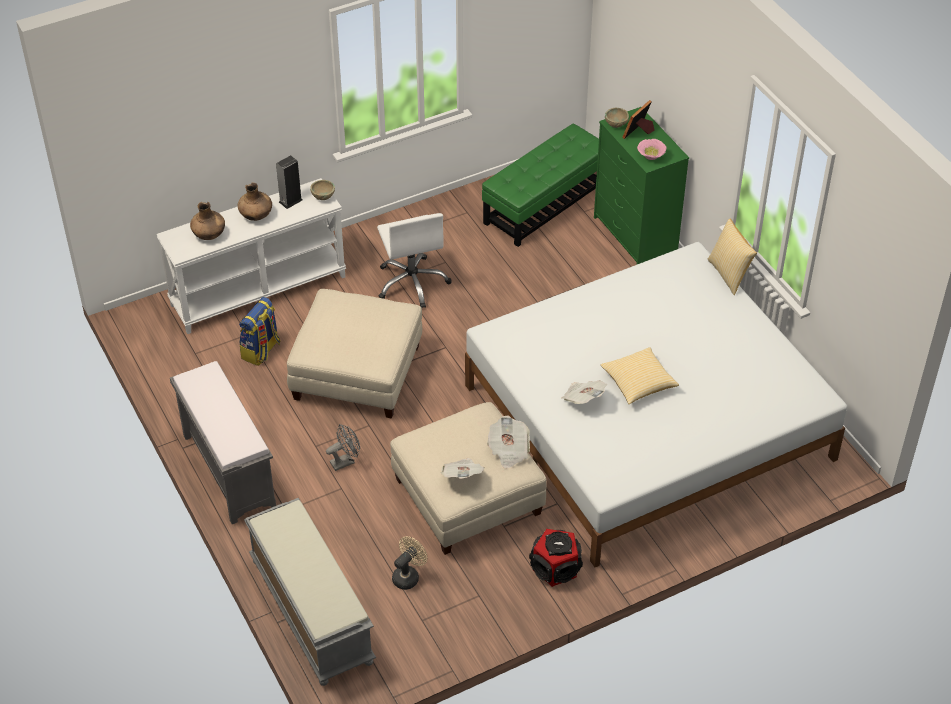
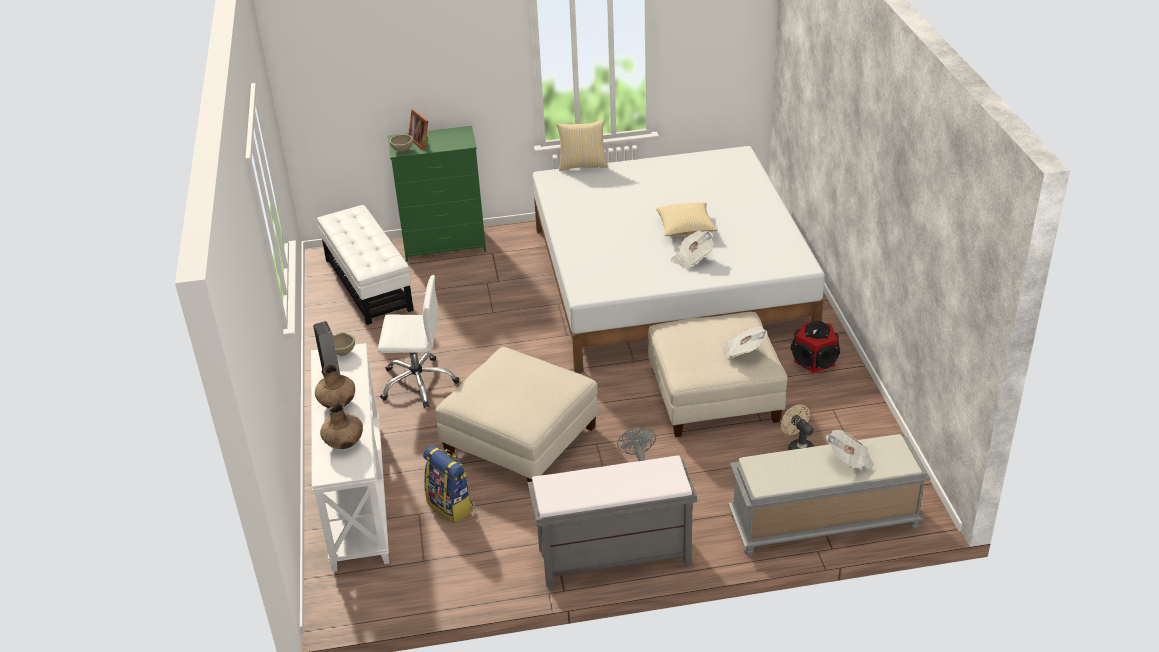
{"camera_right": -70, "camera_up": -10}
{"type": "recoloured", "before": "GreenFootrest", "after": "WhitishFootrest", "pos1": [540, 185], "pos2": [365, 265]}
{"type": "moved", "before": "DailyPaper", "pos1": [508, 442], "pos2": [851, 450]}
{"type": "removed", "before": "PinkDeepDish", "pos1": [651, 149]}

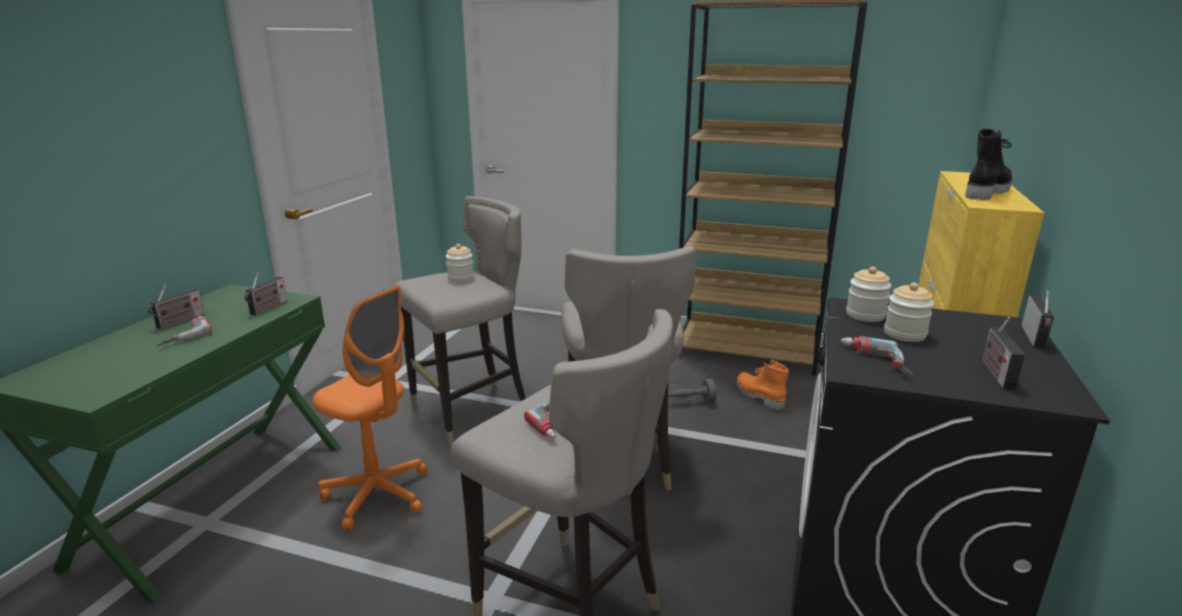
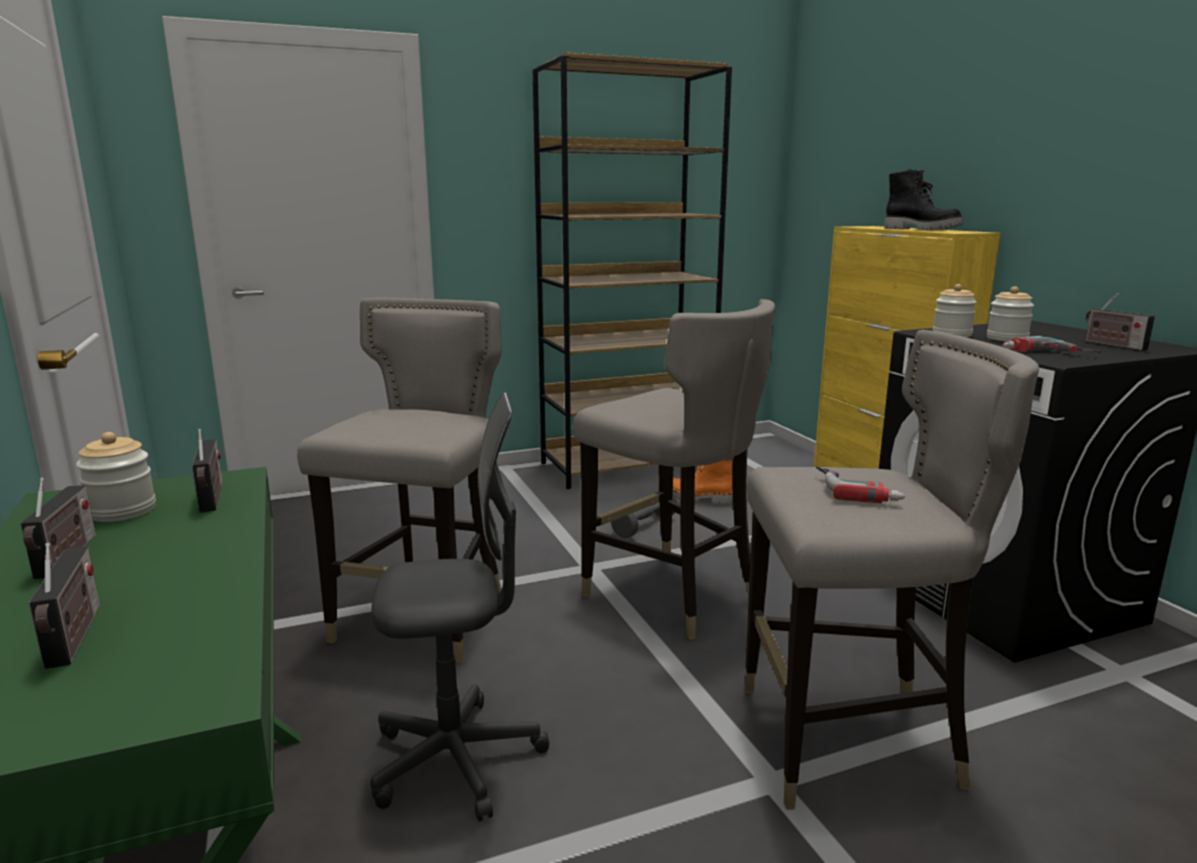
{"camera_right": -40, "camera_up": -5}
{"type": "moved", "before": "Radio", "pos1": [1038, 320], "pos2": [64, 606]}
{"type": "moved", "before": "Jar", "pos1": [460, 263], "pos2": [116, 477]}
{"type": "recoloured", "before": "OrangeColouredDeskChair", "after": "GreyishDeskChair", "pos1": [370, 408], "pos2": [460, 607]}
{"type": "turned", "before": "BlackBoot", "pos1": [988, 164], "pos2": [923, 199], "turn": 135}
{"type": "removed", "before": "ElectricDrill", "pos1": [184, 331]}

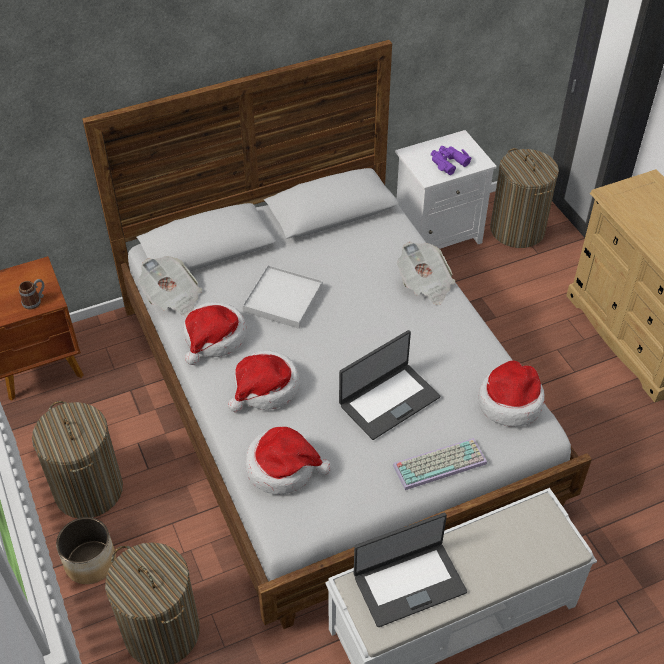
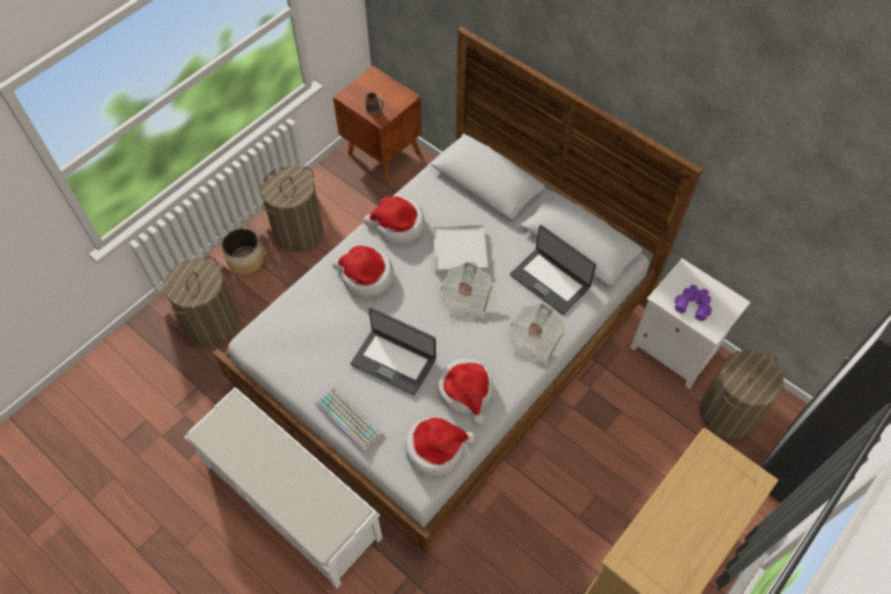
{"camera_right": 65, "camera_up": 10}
{"type": "moved", "before": "ClothingHat", "pos1": [288, 461], "pos2": [465, 392]}
{"type": "moved", "before": "DailyPaper", "pos1": [170, 286], "pos2": [467, 292]}
{"type": "moved", "before": "Laptop", "pos1": [410, 570], "pos2": [553, 270]}

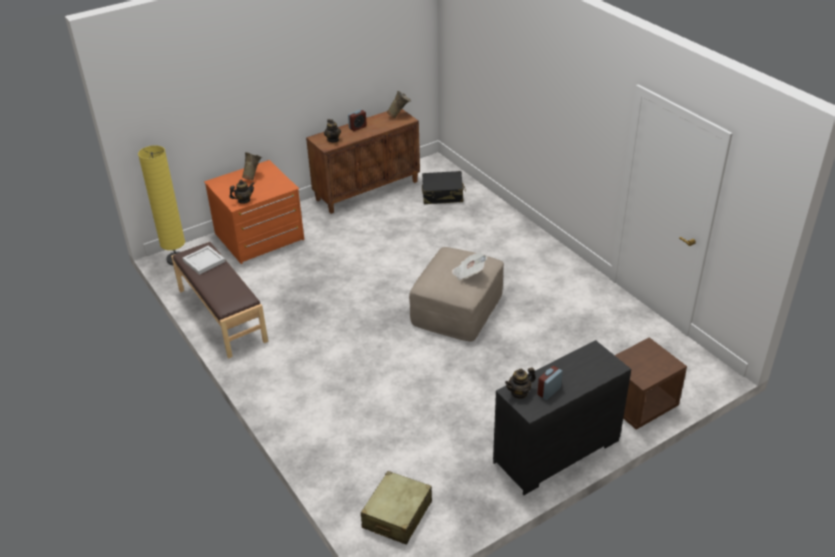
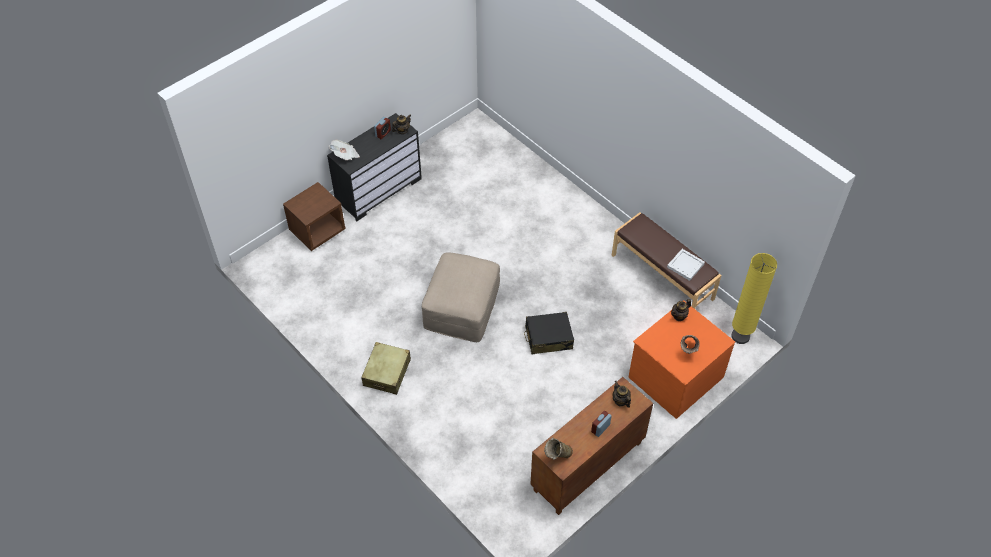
{"camera_right": 170, "camera_up": 15}
{"type": "moved", "before": "DailyPaper", "pos1": [469, 266], "pos2": [344, 150]}
{"type": "moved", "before": "SandColouredTravelCase", "pos1": [396, 508], "pos2": [386, 368]}
{"type": "moved", "before": "BlackTravelCase", "pos1": [444, 187], "pos2": [549, 333]}

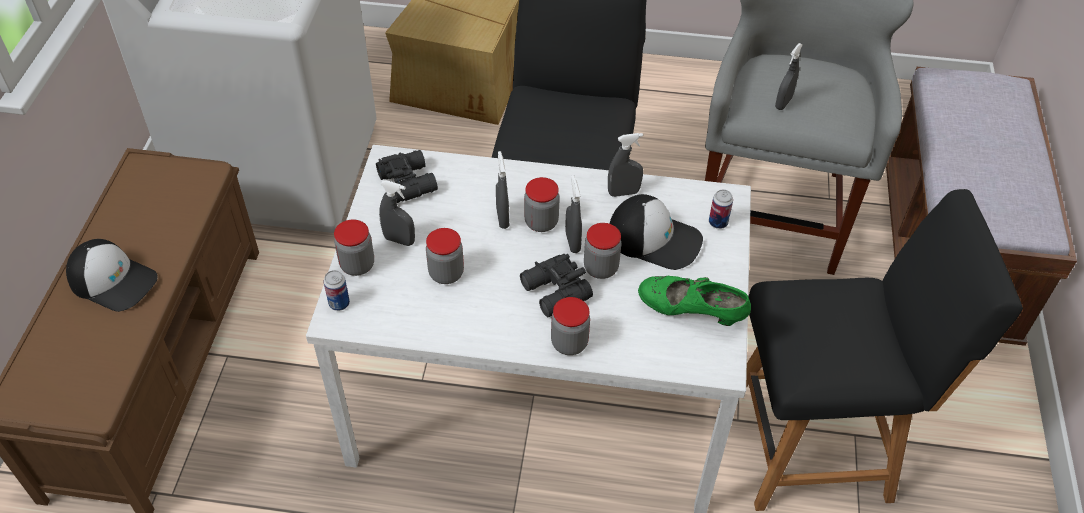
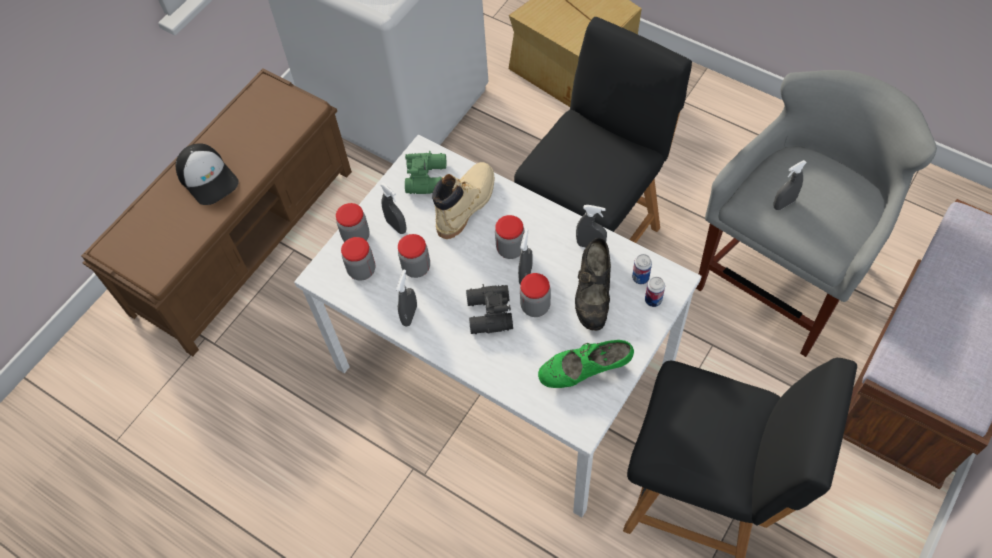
{"camera_right": 30, "camera_up": 10}
{"type": "moved", "before": "Jar", "pos1": [570, 326], "pos2": [358, 259]}
{"type": "moved", "before": "GreyishSprayBottle", "pos1": [502, 190], "pos2": [406, 298]}
{"type": "recoloured", "before": "BlackPairOfBinoculars", "after": "GreenPairOfBinoculars", "pos1": [407, 176], "pos2": [425, 172]}
{"type": "added", "after": "SandColouredBoot", "pos2": [463, 200]}
{"type": "turned", "before": "GreenShoe", "pos1": [694, 301], "pos2": [586, 364], "turn": -60}
{"type": "replaced", "before": "BaseballCap", "after": "BlackShoe", "pos1": [656, 232], "pos2": [593, 284]}
{"type": "moved", "before": "MetalCan", "pos1": [337, 290], "pos2": [642, 269]}

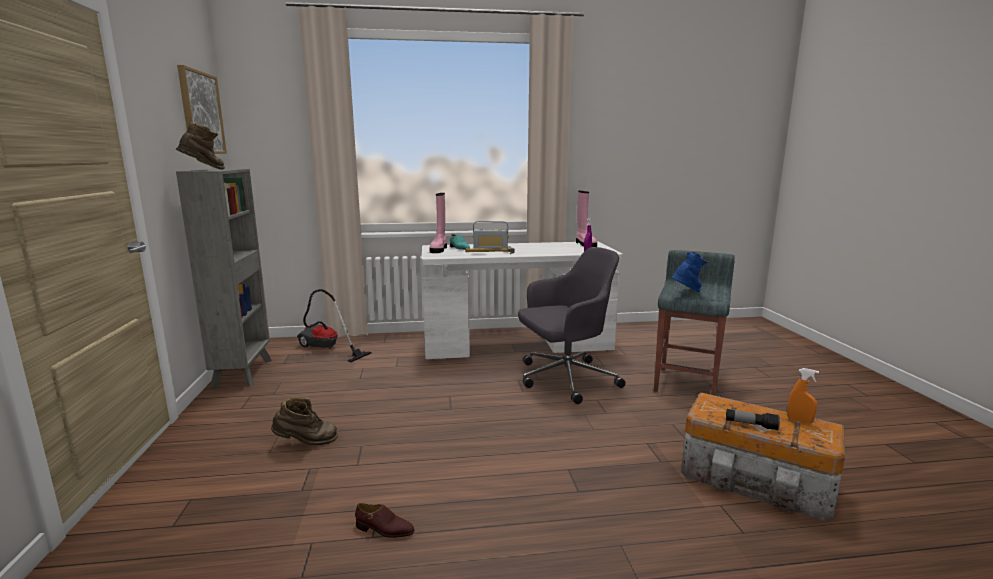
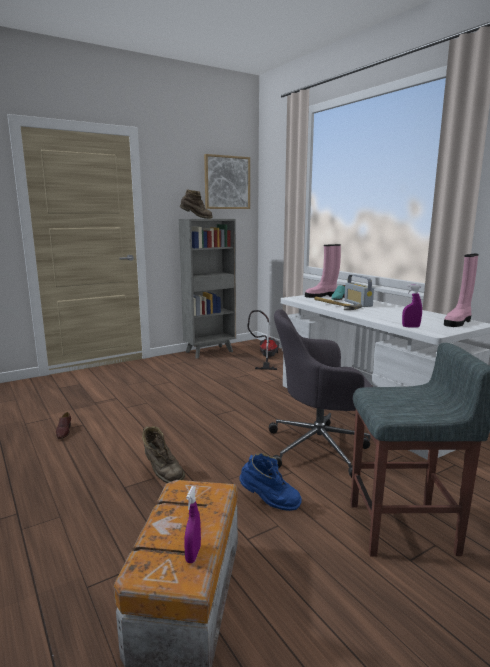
{"camera_right": 65, "camera_up": 0}
{"type": "moved", "before": "BrownBoot", "pos1": [304, 421], "pos2": [163, 454]}
{"type": "recoloured", "before": "OrangeColouredSprayBottle", "after": "PurpleSprayBottle", "pos1": [803, 396], "pos2": [192, 524]}
{"type": "moved", "before": "BlueBoot", "pos1": [690, 272], "pos2": [270, 482]}
{"type": "turned", "before": "GreyishDeskChair", "pos1": [572, 325], "pos2": [321, 393], "turn": 135}
{"type": "removed", "before": "Flashlight", "pos1": [753, 420]}

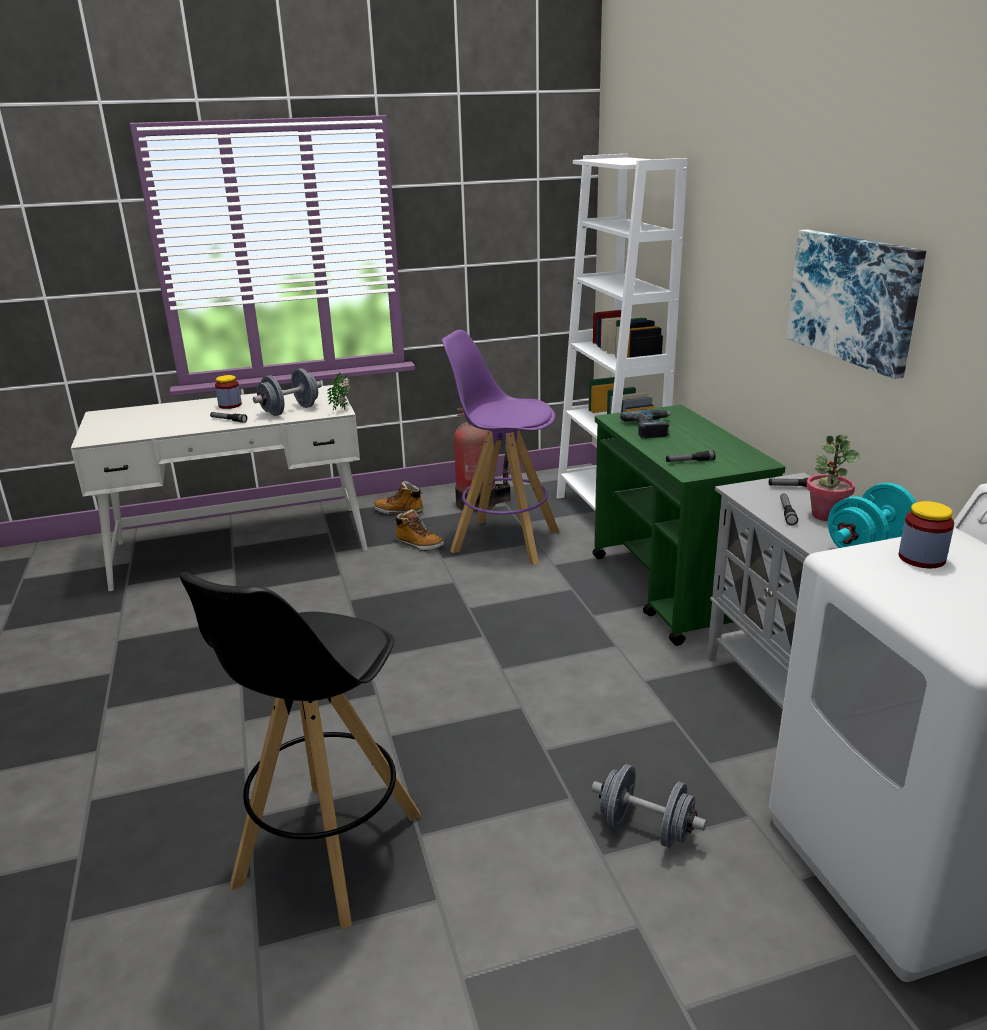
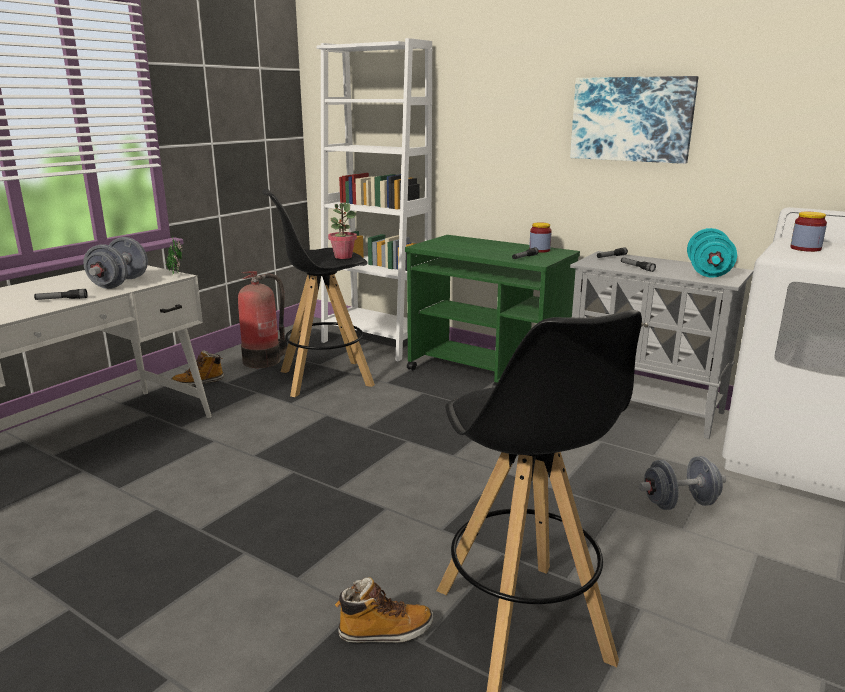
{"camera_right": -40, "camera_up": -5}
{"type": "recoloured", "before": "PurpleSittingStool", "after": "BlackSittingStool", "pos1": [500, 447], "pos2": [318, 293]}
{"type": "moved", "before": "PottedPlant", "pos1": [833, 478], "pos2": [342, 230]}
{"type": "moved", "before": "Boot", "pos1": [419, 530], "pos2": [384, 610]}
{"type": "moved", "before": "Jar", "pos1": [228, 392], "pos2": [540, 238]}
{"type": "removed", "before": "ElectricDrill", "pos1": [646, 423]}

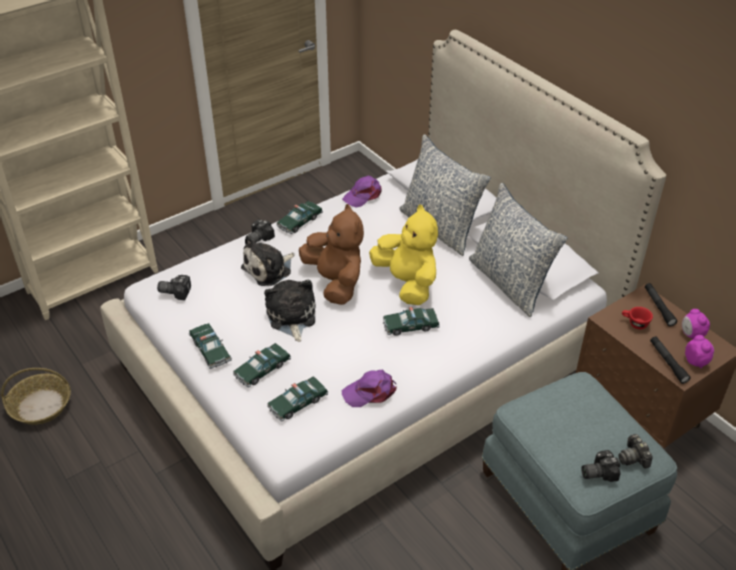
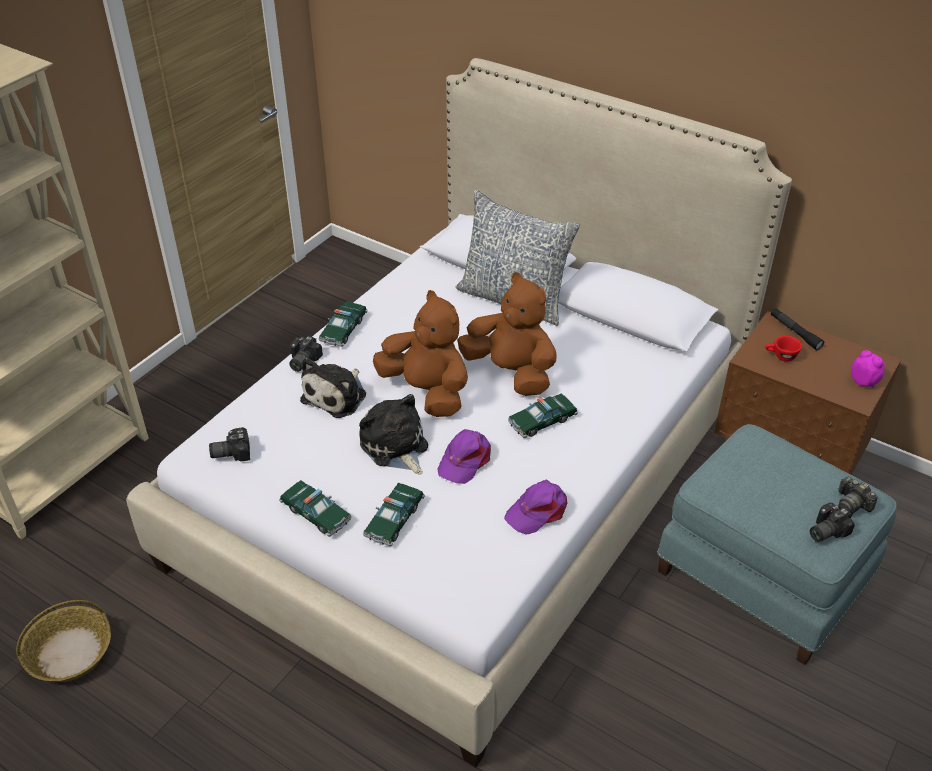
{"camera_right": -20, "camera_up": 0}
{"type": "moved", "before": "PurpleBaseballCap", "pos1": [362, 191], "pos2": [464, 456]}
{"type": "recoloured", "before": "YellowColouredCuddlyToy", "after": "BrownCuddlyToy", "pos1": [403, 255], "pos2": [507, 334]}
{"type": "removed", "before": "MiniatureCar", "pos1": [297, 399]}
{"type": "removed", "before": "Pillow", "pos1": [518, 250]}
{"type": "removed", "before": "BlackFlashlight", "pos1": [670, 360]}
{"type": "removed", "before": "BedsideClock", "pos1": [696, 324]}

